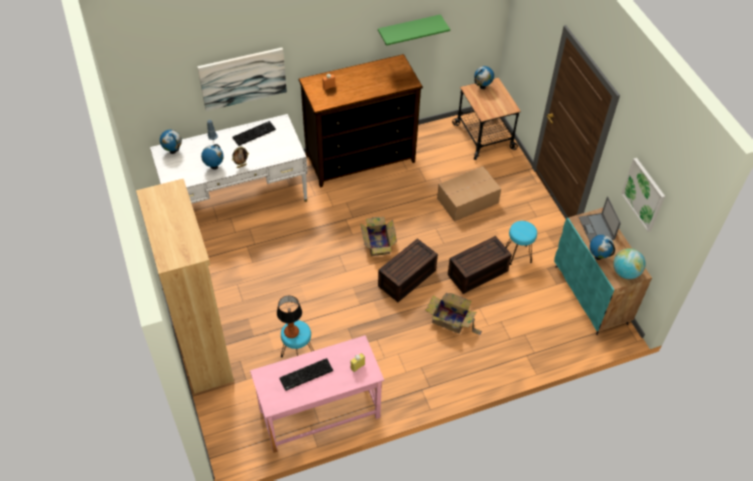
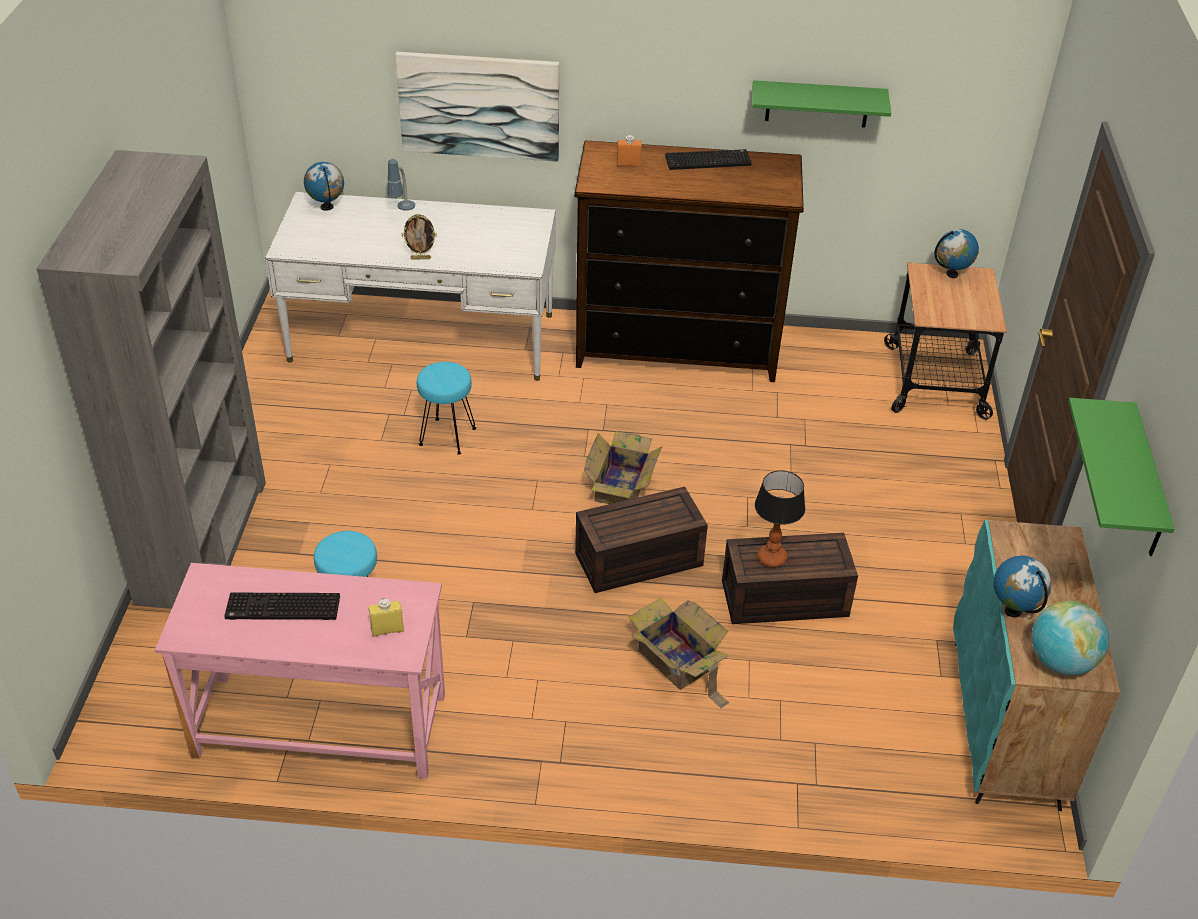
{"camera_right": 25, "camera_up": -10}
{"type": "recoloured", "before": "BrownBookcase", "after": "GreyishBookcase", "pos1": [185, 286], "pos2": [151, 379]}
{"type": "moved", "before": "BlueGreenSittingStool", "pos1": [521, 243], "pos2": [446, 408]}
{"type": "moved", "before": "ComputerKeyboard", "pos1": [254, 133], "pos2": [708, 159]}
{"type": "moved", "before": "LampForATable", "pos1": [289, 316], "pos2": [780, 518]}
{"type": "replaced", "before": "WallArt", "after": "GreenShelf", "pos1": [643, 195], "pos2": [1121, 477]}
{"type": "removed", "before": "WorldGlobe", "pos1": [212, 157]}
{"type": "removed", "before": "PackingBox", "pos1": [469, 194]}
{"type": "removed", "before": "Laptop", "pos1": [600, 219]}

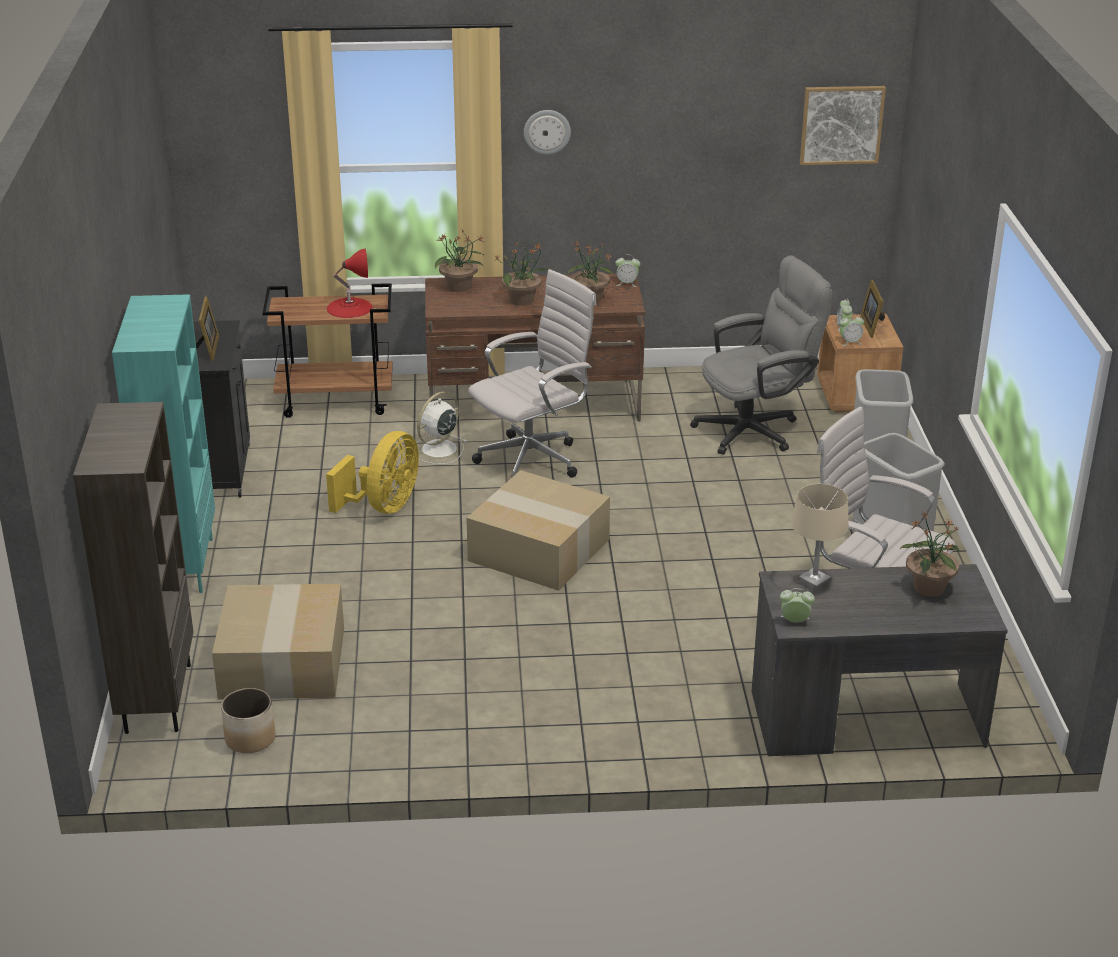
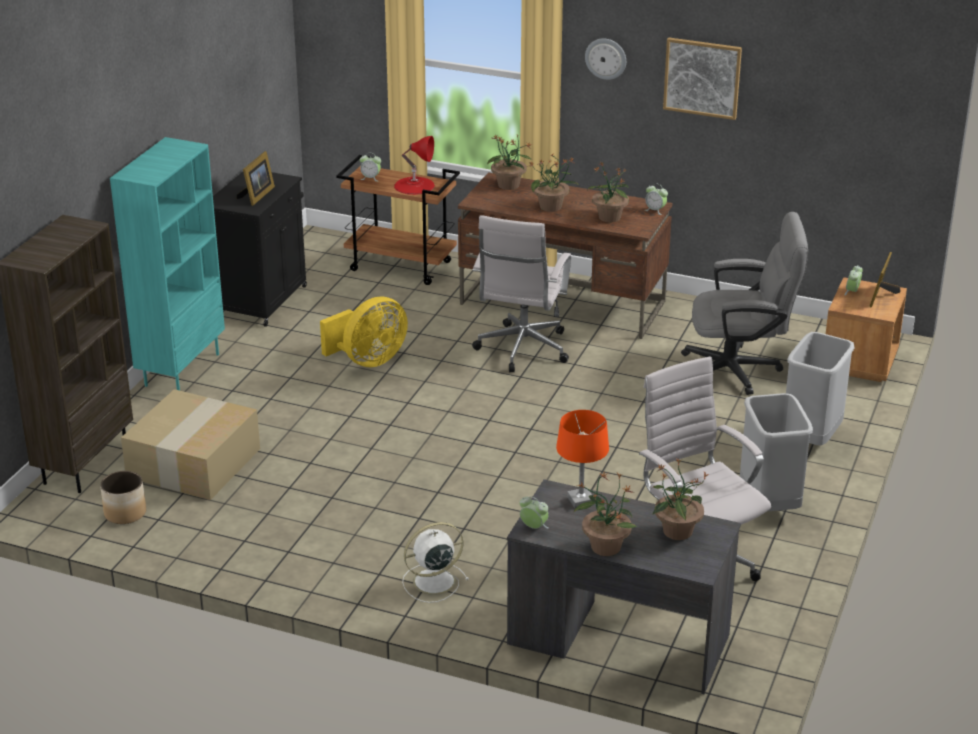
{"camera_right": 25, "camera_up": 0}
{"type": "moved", "before": "BedsideClock", "pos1": [852, 330], "pos2": [370, 167]}
{"type": "moved", "before": "WhitishElectricFan", "pos1": [441, 427], "pos2": [435, 562]}
{"type": "turned", "before": "WhitishDeskChair", "pos1": [532, 373], "pos2": [521, 293], "turn": 120}
{"type": "recoloured", "before": "SandColouredLampForATable", "after": "OrangeColouredLampForATable", "pos1": [820, 538], "pos2": [582, 459]}
{"type": "added", "after": "PottedPlant", "pos2": [605, 514]}
{"type": "moved", "before": "WallArt", "pos1": [843, 125], "pos2": [702, 78]}
{"type": "removed", "before": "PackingBox", "pos1": [538, 530]}

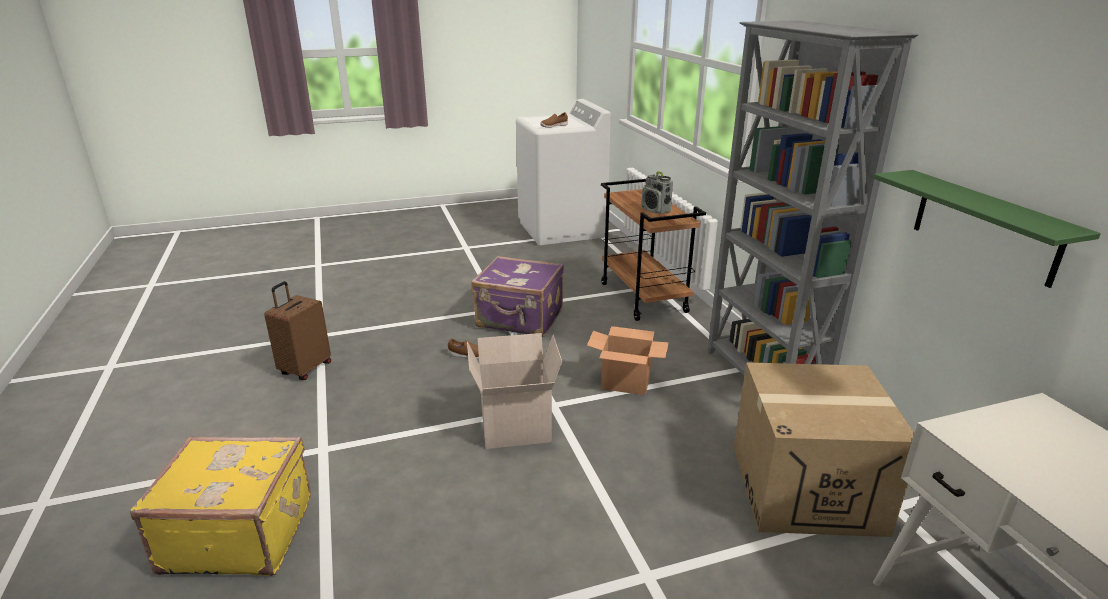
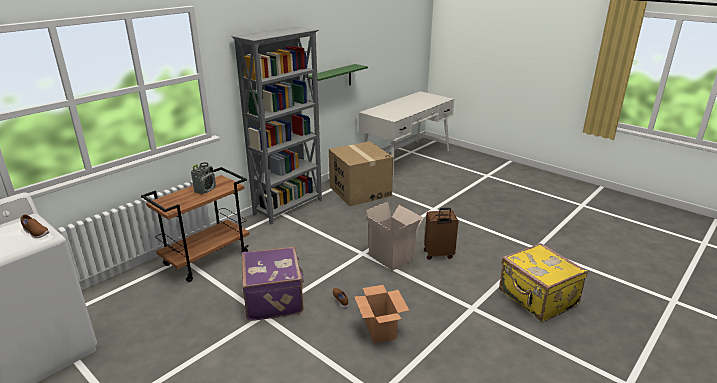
{"camera_right": -120, "camera_up": 0}
{"type": "moved", "before": "PackingBox", "pos1": [628, 360], "pos2": [382, 314]}
{"type": "moved", "before": "BrownTravelCase", "pos1": [297, 330], "pos2": [441, 234]}

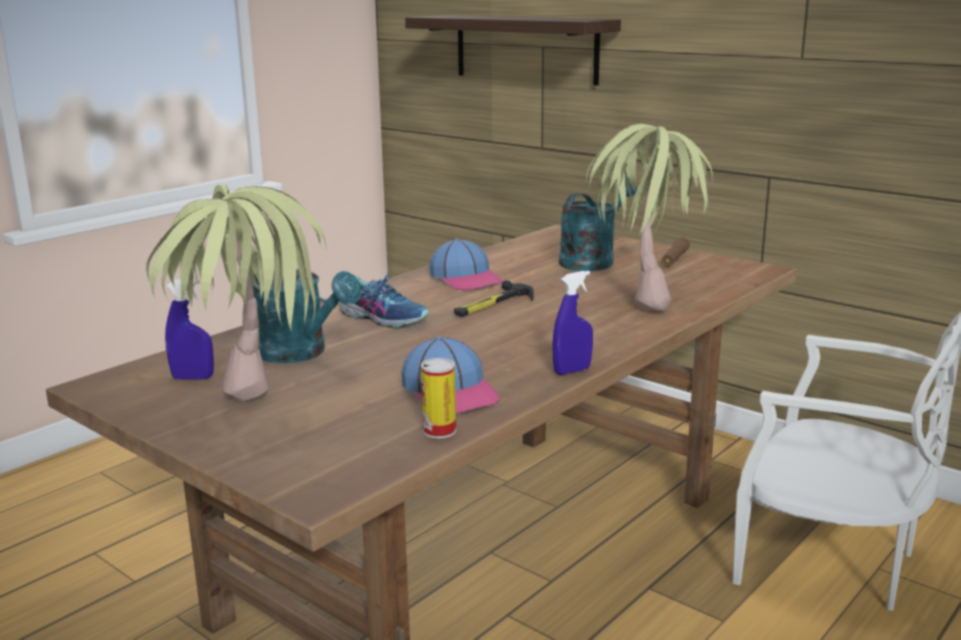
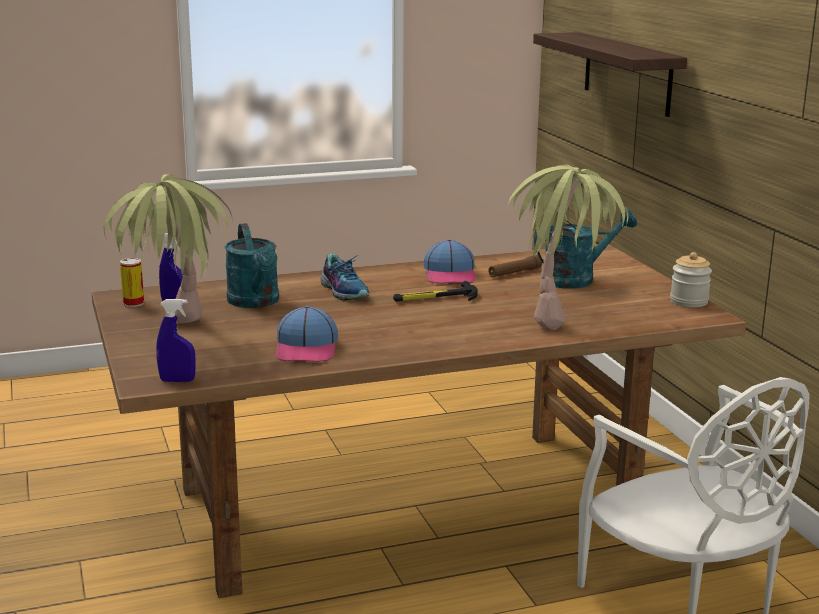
{"camera_right": 30, "camera_up": 0}
{"type": "moved", "before": "MetalCan", "pos1": [438, 398], "pos2": [132, 282]}
{"type": "moved", "before": "BlueSprayBottle", "pos1": [572, 323], "pos2": [176, 340]}
{"type": "moved", "before": "BrownFlashlight", "pos1": [675, 252], "pos2": [515, 266]}
{"type": "added", "after": "Jar", "pos2": [691, 279]}

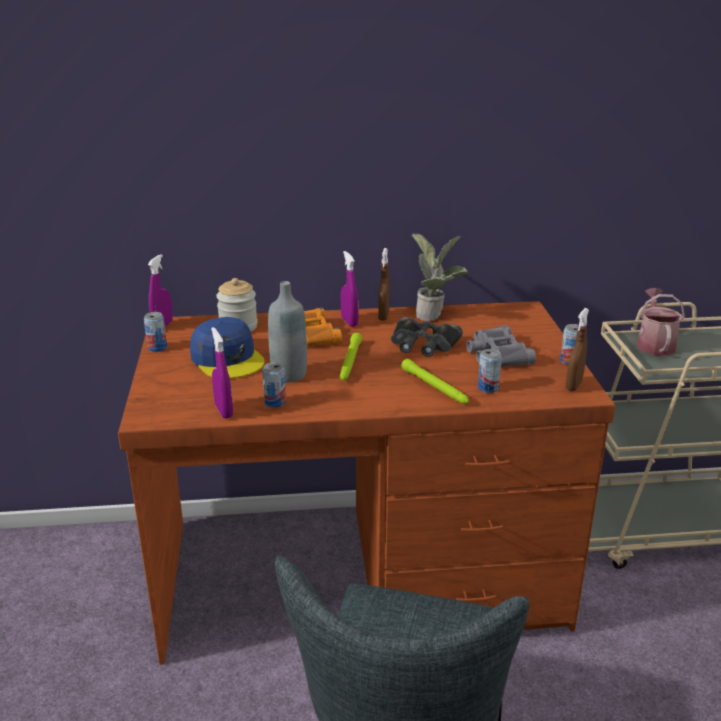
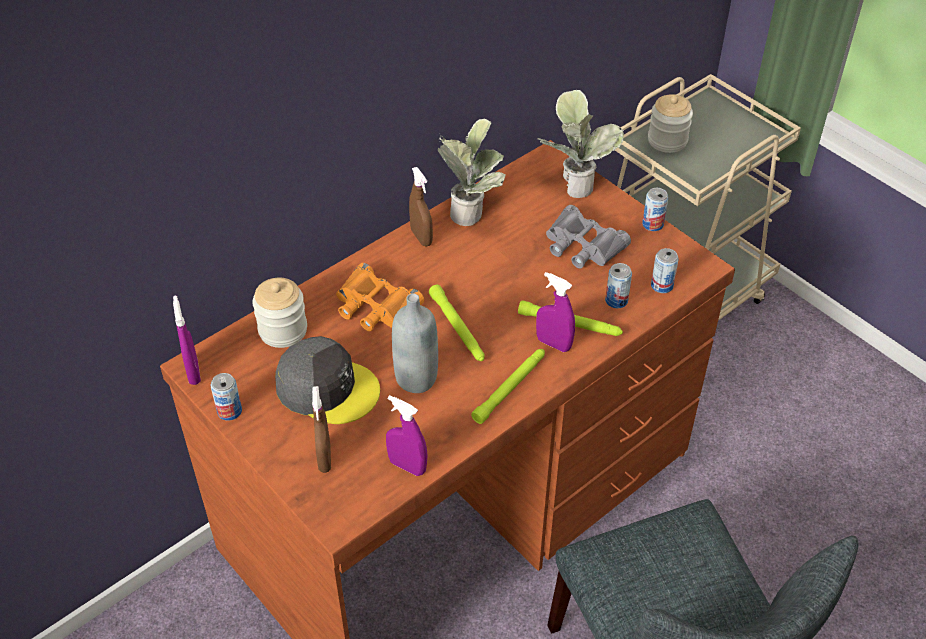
{"camera_right": -35, "camera_up": 20}
{"type": "recoloured", "before": "BlueBaseballCap", "after": "GreyishBaseballCap", "pos1": [227, 347], "pos2": [327, 380]}
{"type": "moved", "before": "BrownSprayBottle", "pos1": [577, 349], "pos2": [321, 429]}
{"type": "added", "after": "GreenFlashlight", "pos2": [508, 386]}
{"type": "moved", "before": "PurpleSprayBottle", "pos1": [350, 289], "pos2": [555, 312]}
{"type": "added", "after": "PottedPlant", "pos2": [581, 144]}
{"type": "replaced", "before": "WateringPot", "after": "Jar", "pos1": [661, 322], "pos2": [670, 123]}
{"type": "moved", "before": "MetalCan", "pos1": [274, 385], "pos2": [665, 270]}
{"type": "removed", "before": "BlackPairOfBinoculars", "pos1": [427, 337]}

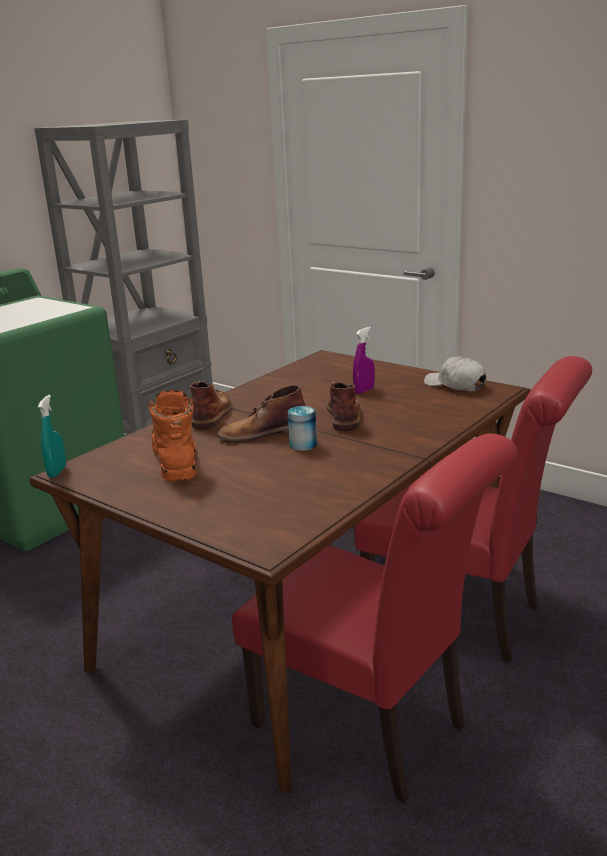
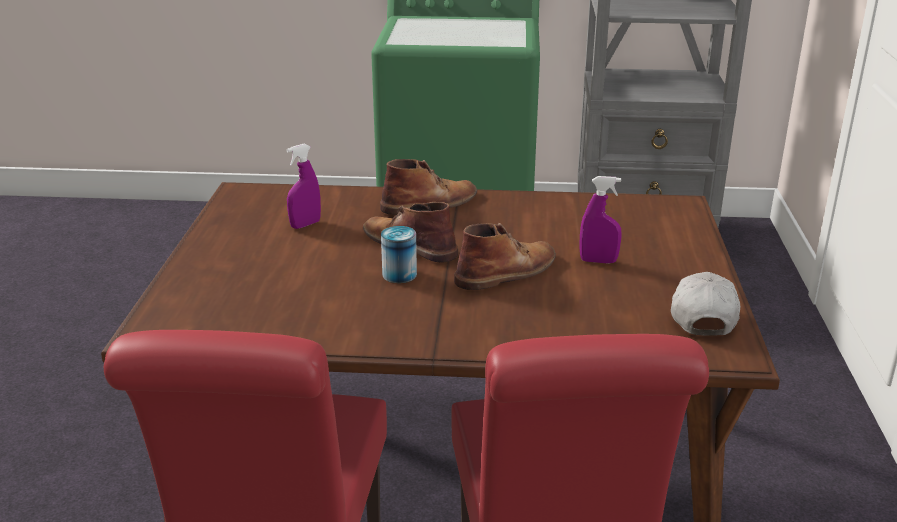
{"camera_right": 55, "camera_up": 5}
{"type": "replaced", "before": "OrangeColouredBoot", "after": "PurpleSprayBottle", "pos1": [171, 436], "pos2": [304, 186]}
{"type": "removed", "before": "BlueGreenSprayBottle", "pos1": [52, 436]}

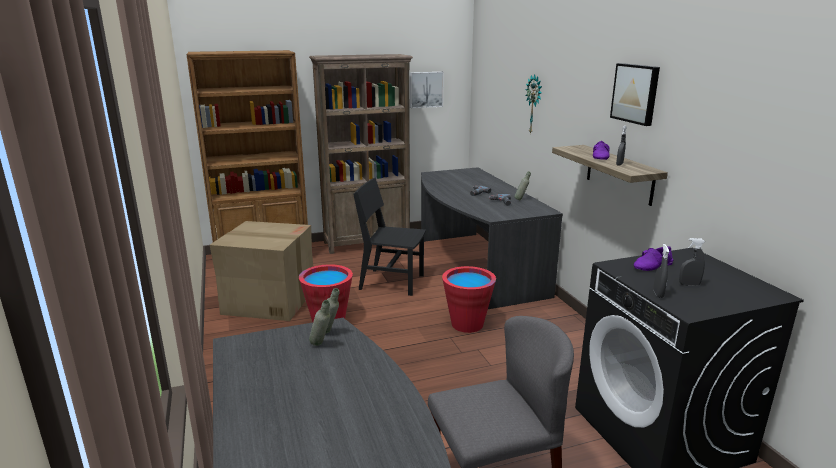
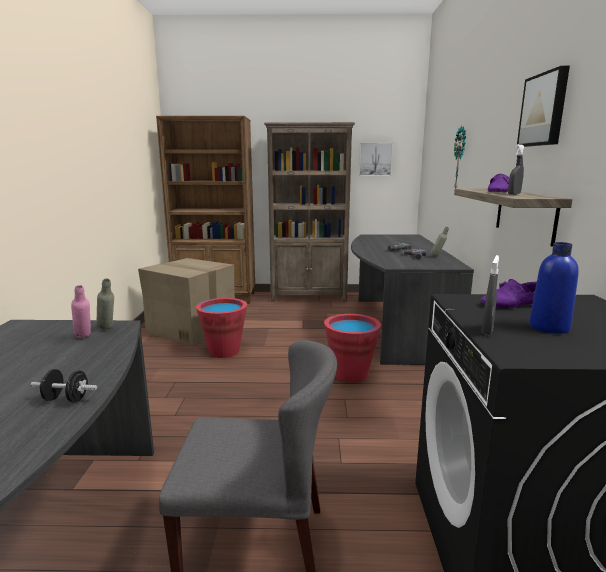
{"camera_right": 20, "camera_up": -5}
{"type": "added", "after": "BlackDumbbell", "pos2": [64, 386]}
{"type": "recoloured", "before": "GreyishDrinkBottle", "after": "PinkDrinkBottle", "pos1": [319, 323], "pos2": [81, 311]}
{"type": "replaced", "before": "GreyishSprayBottle", "after": "BlueDrinkBottle", "pos1": [692, 262], "pos2": [554, 288]}
{"type": "removed", "before": "BlackChair", "pos1": [389, 237]}

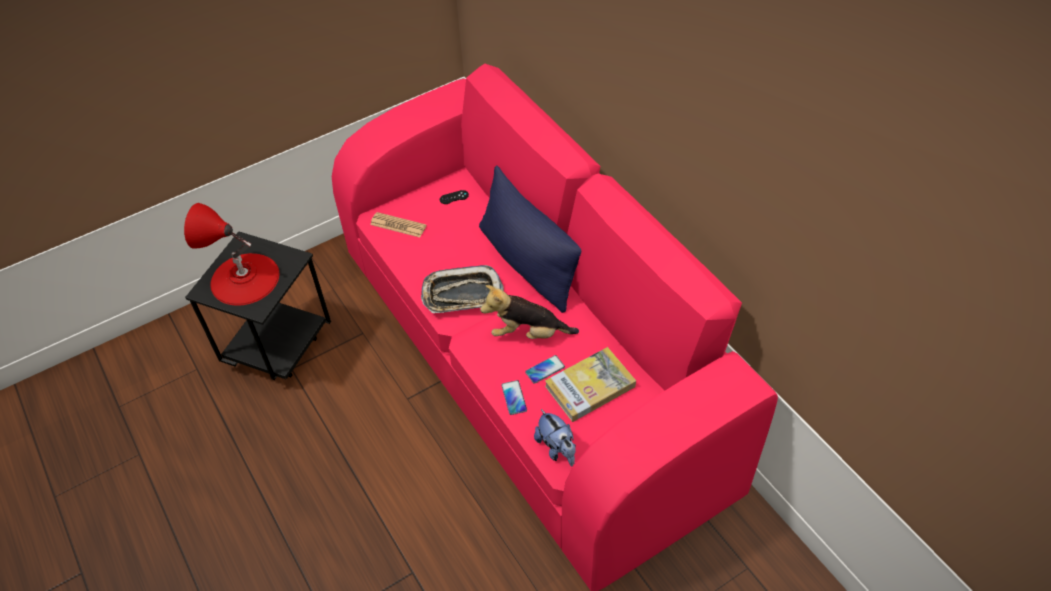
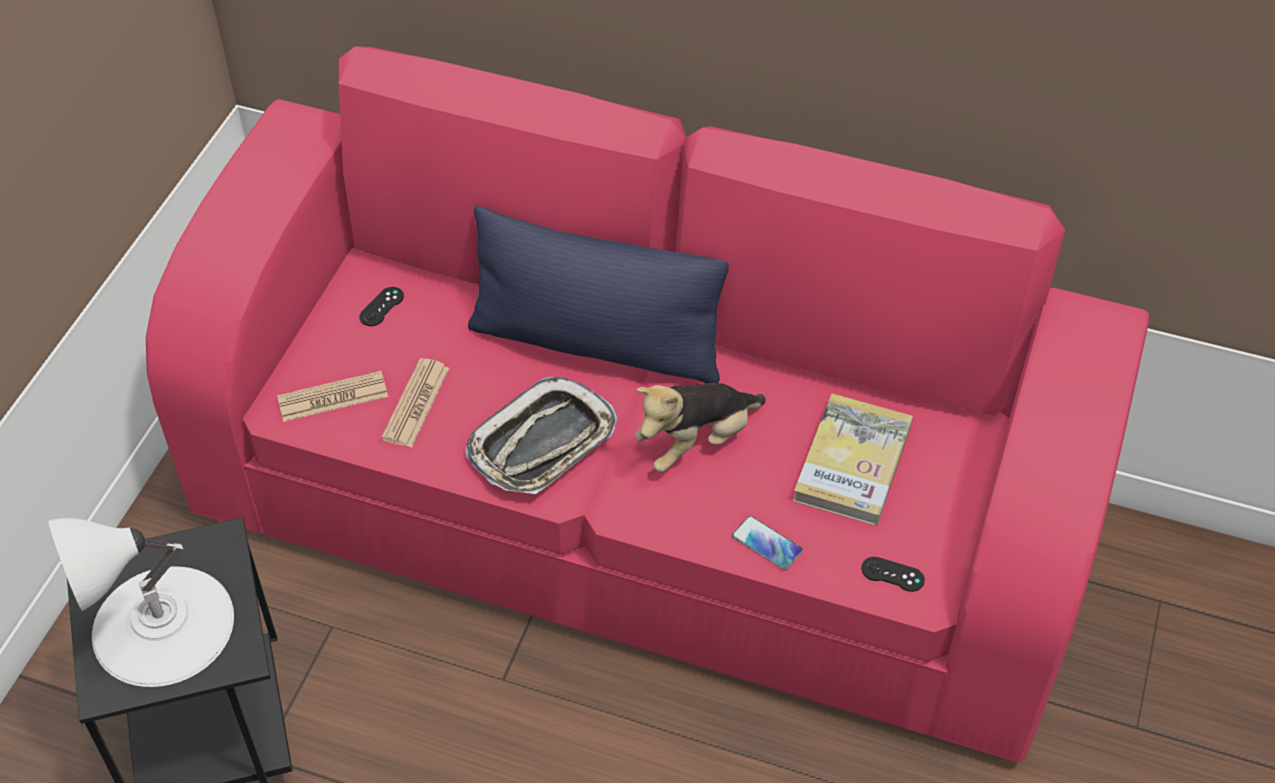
{"camera_right": -40, "camera_up": 0}
{"type": "recoloured", "before": "ReddishLampForATable", "after": "WhitishLampForATable", "pos1": [231, 254], "pos2": [141, 602]}
{"type": "added", "after": "DailyPaper", "pos2": [415, 402]}
{"type": "replaced", "before": "CuddlyToy", "after": "BlackGamepad", "pos1": [555, 437], "pos2": [893, 574]}
{"type": "removed", "before": "Handset", "pos1": [545, 369]}

